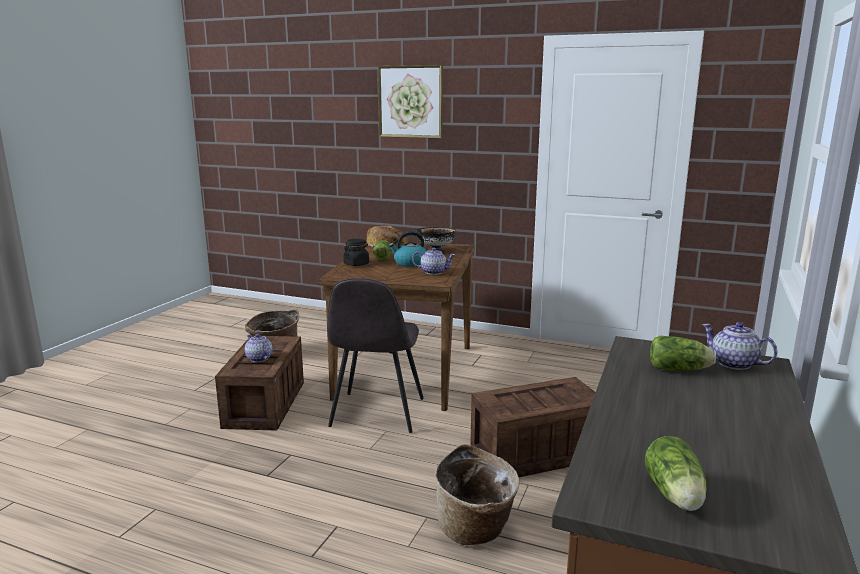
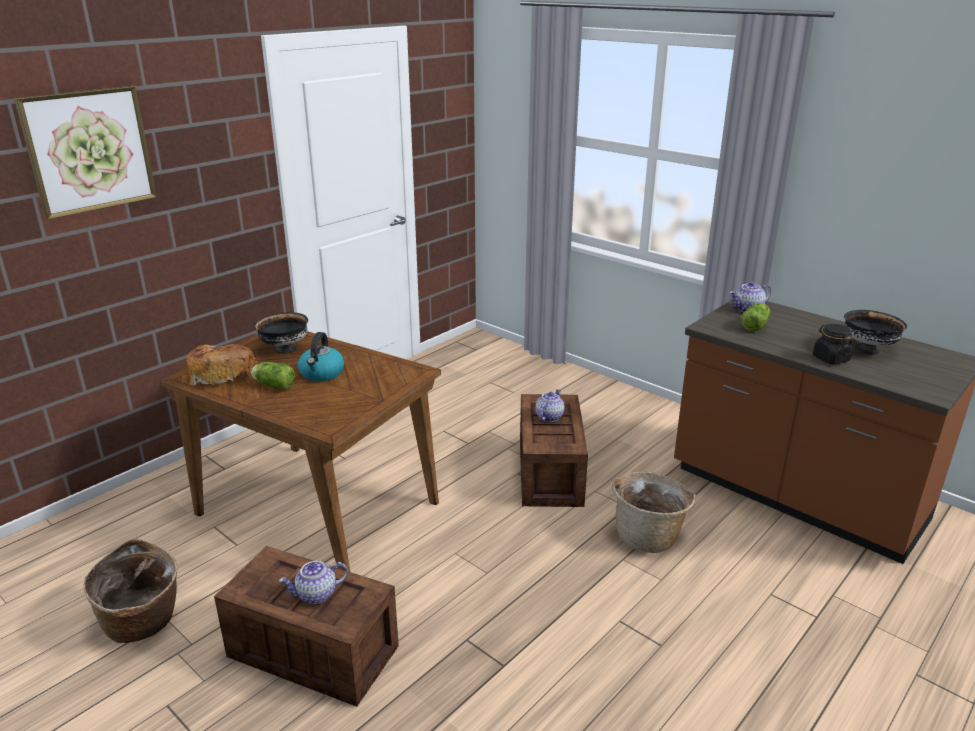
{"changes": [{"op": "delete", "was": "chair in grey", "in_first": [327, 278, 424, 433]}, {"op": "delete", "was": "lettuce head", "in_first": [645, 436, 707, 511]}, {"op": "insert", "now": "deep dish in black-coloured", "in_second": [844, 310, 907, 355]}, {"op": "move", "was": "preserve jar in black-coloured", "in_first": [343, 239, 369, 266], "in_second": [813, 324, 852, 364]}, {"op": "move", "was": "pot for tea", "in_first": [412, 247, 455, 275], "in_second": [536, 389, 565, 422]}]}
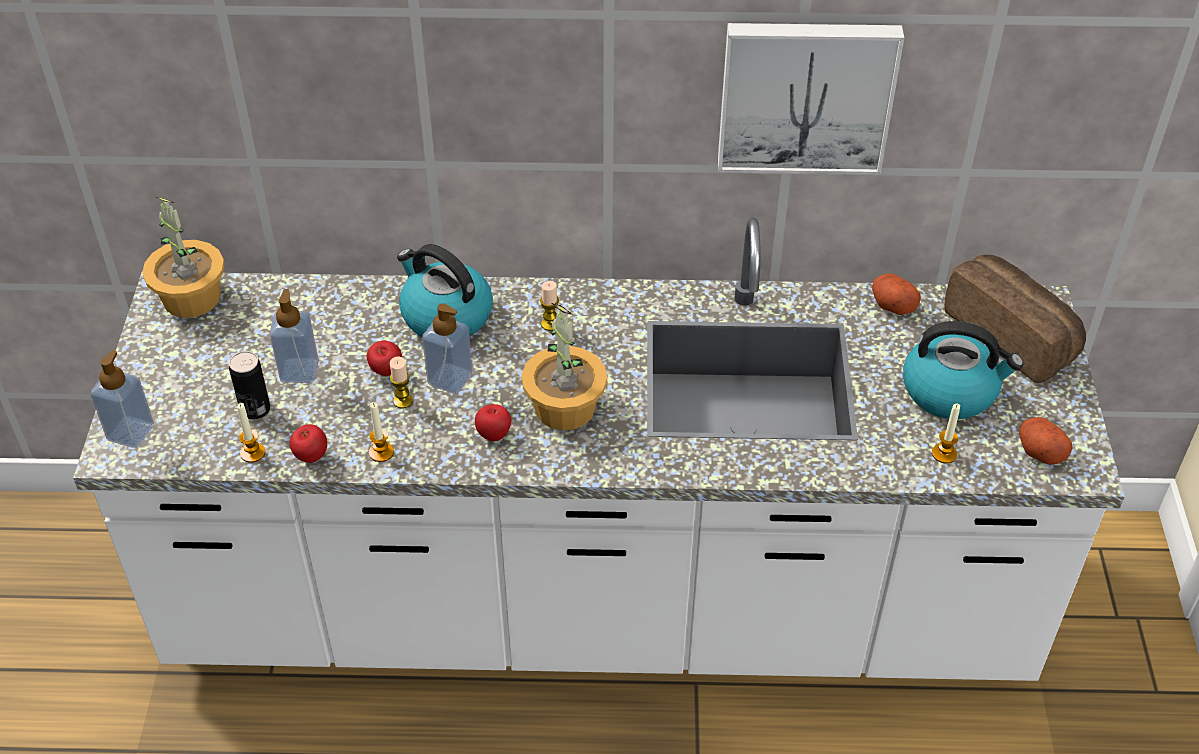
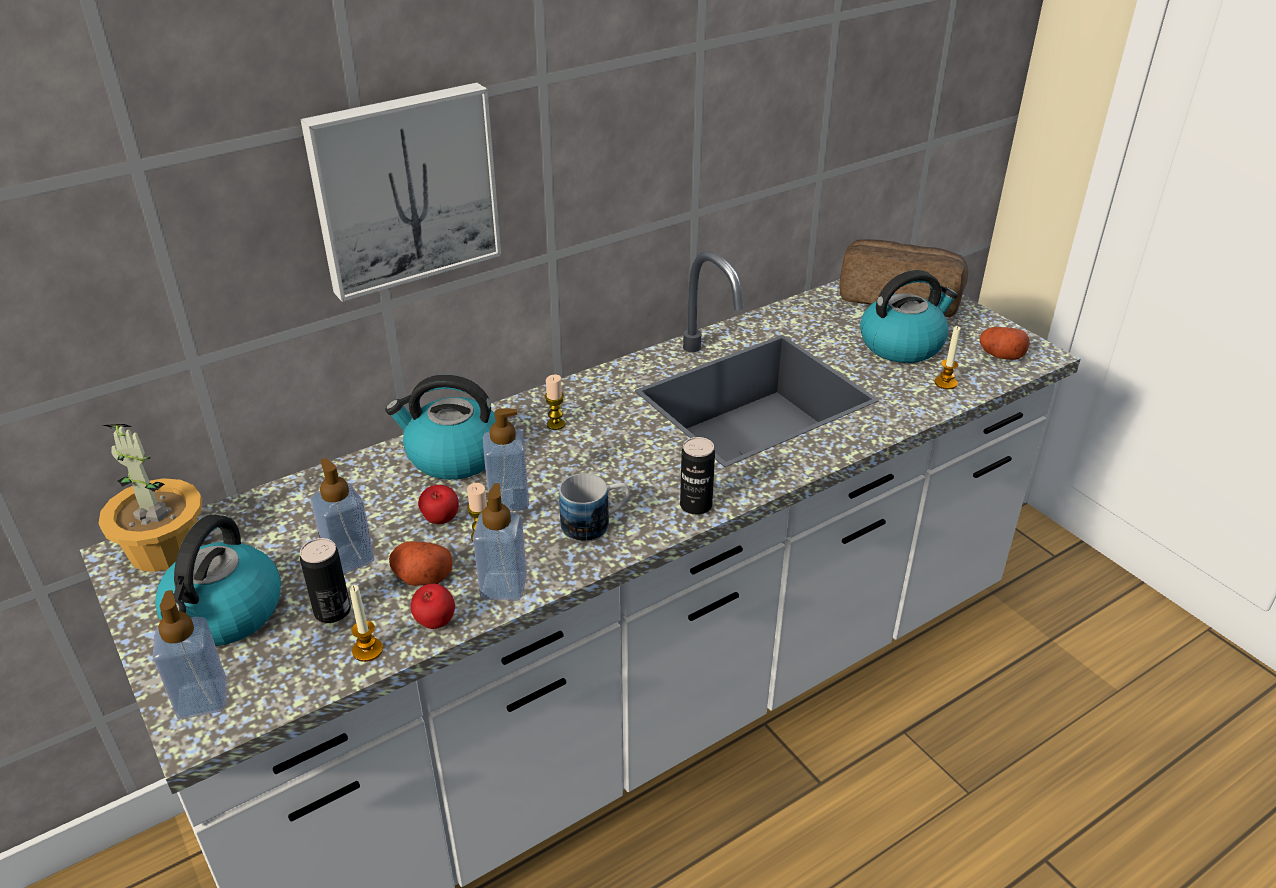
{"changes": [{"op": "delete", "was": "houseplant", "in_first": [522, 303, 607, 431]}, {"op": "insert", "now": "water kettle", "in_second": [155, 515, 281, 646]}, {"op": "insert", "now": "sealed can", "in_second": [680, 437, 715, 515]}, {"op": "move", "was": "picture", "in_first": [718, 23, 904, 175], "in_second": [300, 83, 501, 302]}, {"op": "move", "was": "potato", "in_first": [872, 273, 921, 315], "in_second": [389, 541, 452, 586]}, {"op": "replace", "was": "candle", "now": "soap dispenser", "in_first": [369, 402, 394, 462], "in_second": [473, 483, 527, 601]}, {"op": "replace", "was": "apple", "now": "tea mug", "in_first": [475, 404, 511, 441], "in_second": [559, 473, 630, 542]}]}
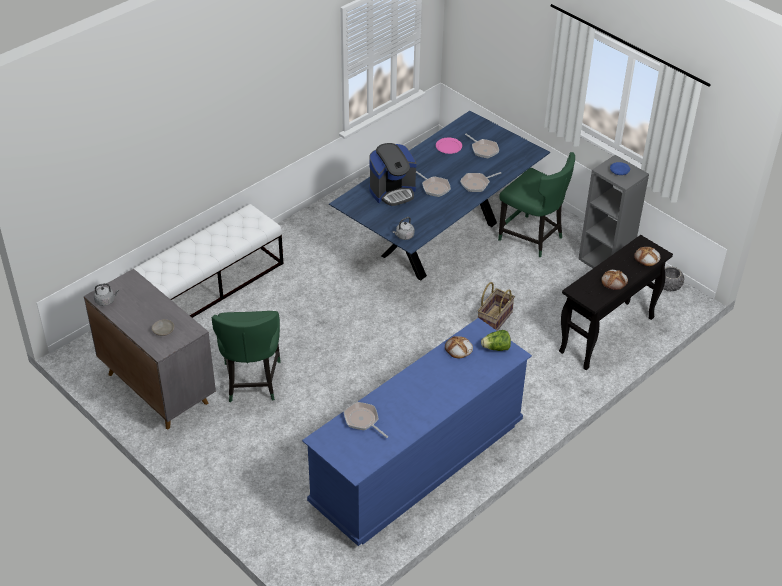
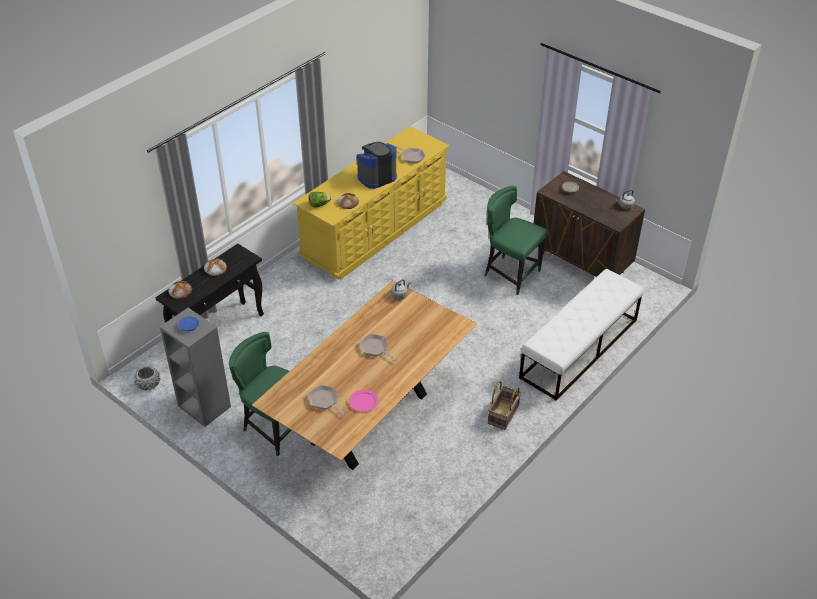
{"changes": [{"op": "delete", "was": "skillet", "in_first": [460, 172, 501, 192]}, {"op": "move", "was": "coffee brewer", "in_first": [369, 143, 417, 206], "in_second": [357, 142, 397, 189]}, {"op": "move", "was": "household basket", "in_first": [478, 282, 515, 331], "in_second": [488, 381, 521, 430]}, {"op": "recolor", "was": "cupboard in grey", "now": "cupboard in brown-coloured", "in_first": [84, 269, 216, 429], "in_second": [534, 171, 645, 277]}, {"op": "recolor", "was": "dresser in bluish", "now": "dresser in yellow-coloured", "in_first": [302, 318, 532, 546], "in_second": [293, 126, 449, 279]}, {"op": "recolor", "was": "dining table in bluish", "now": "dining table in brown-coloured", "in_first": [329, 111, 550, 280], "in_second": [252, 281, 477, 470]}, {"op": "rotate", "was": "chair in greenish", "in_first": [212, 311, 281, 402], "in_second": [484, 186, 548, 295], "clockwise": -45}]}
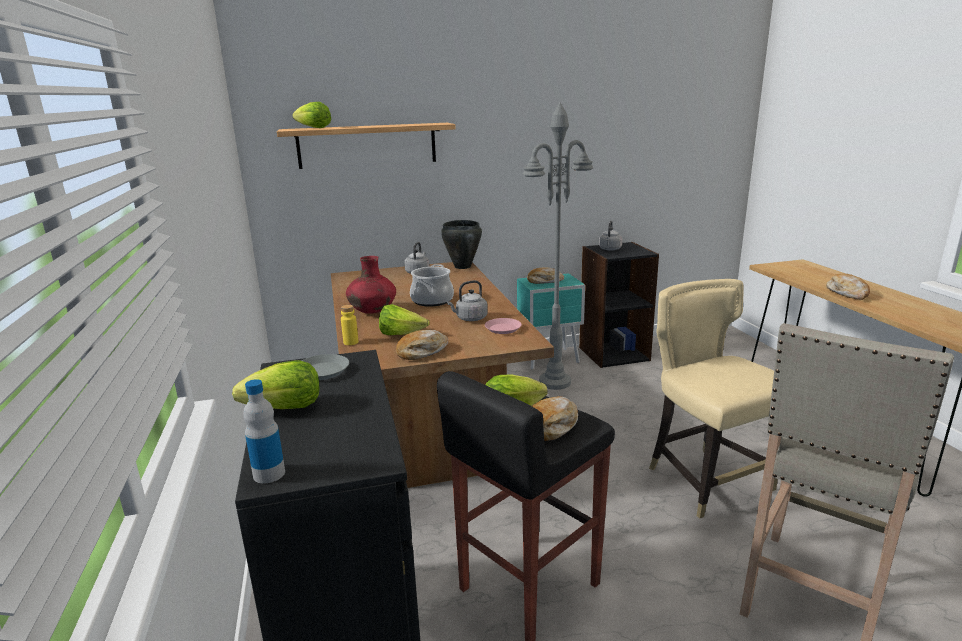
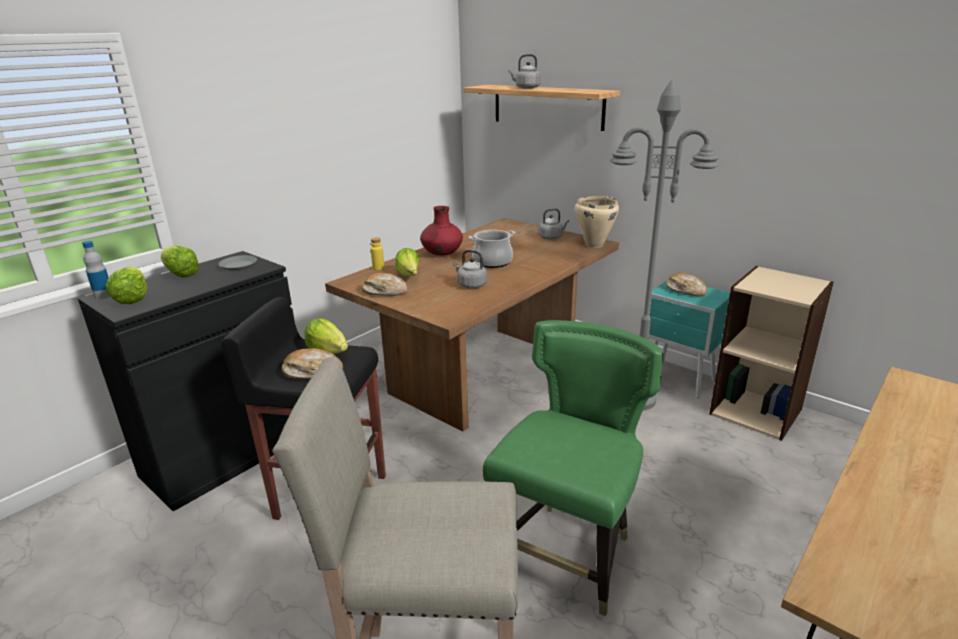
{"changes": [{"op": "delete", "was": "flat dish in pink", "in_first": [485, 318, 522, 334]}, {"op": "delete", "was": "bakery bread", "in_first": [826, 274, 870, 300]}, {"op": "move", "was": "lettuce head", "in_first": [292, 102, 331, 128], "in_second": [106, 267, 147, 304]}, {"op": "move", "was": "water kettle in grey", "in_first": [599, 221, 622, 251], "in_second": [508, 54, 541, 89]}, {"op": "recolor", "was": "saucepot in black-coloured", "now": "saucepot in beige-coloured", "in_first": [441, 220, 482, 269], "in_second": [575, 196, 619, 248]}, {"op": "recolor", "was": "bookcase in black-coloured", "now": "bookcase in beige-coloured", "in_first": [579, 242, 659, 368], "in_second": [709, 266, 834, 441]}, {"op": "recolor", "was": "chair in beige-coloured", "now": "chair in greenish", "in_first": [649, 279, 778, 519], "in_second": [483, 320, 663, 617]}]}
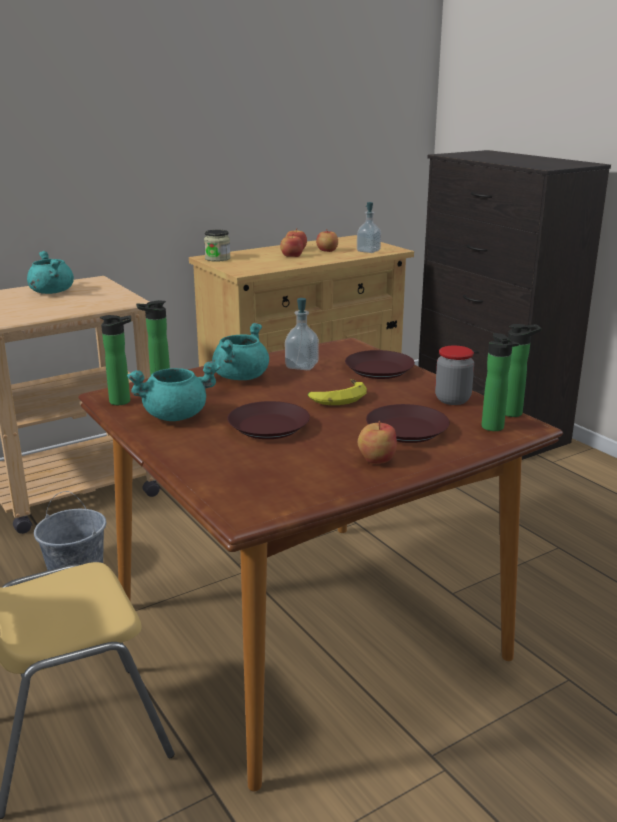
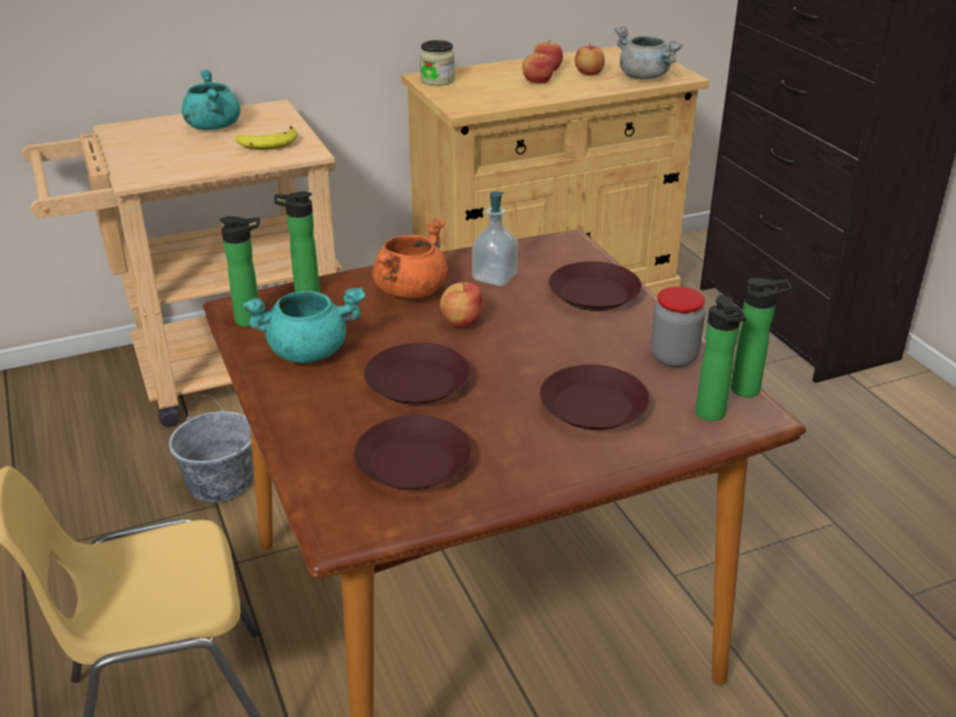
{"changes": [{"op": "insert", "now": "flat dish in brown-coloured", "in_second": [354, 415, 472, 490]}, {"op": "move", "was": "banana", "in_first": [308, 379, 367, 405], "in_second": [236, 126, 298, 150]}, {"op": "move", "was": "apple", "in_first": [358, 421, 397, 464], "in_second": [440, 282, 484, 327]}, {"op": "replace", "was": "soap dispenser", "now": "saucepot in grey", "in_first": [357, 202, 381, 253], "in_second": [615, 26, 683, 79]}, {"op": "recolor", "was": "saucepot in turquoise-coloured", "now": "saucepot in orangey", "in_first": [212, 323, 269, 380], "in_second": [372, 218, 447, 299]}]}
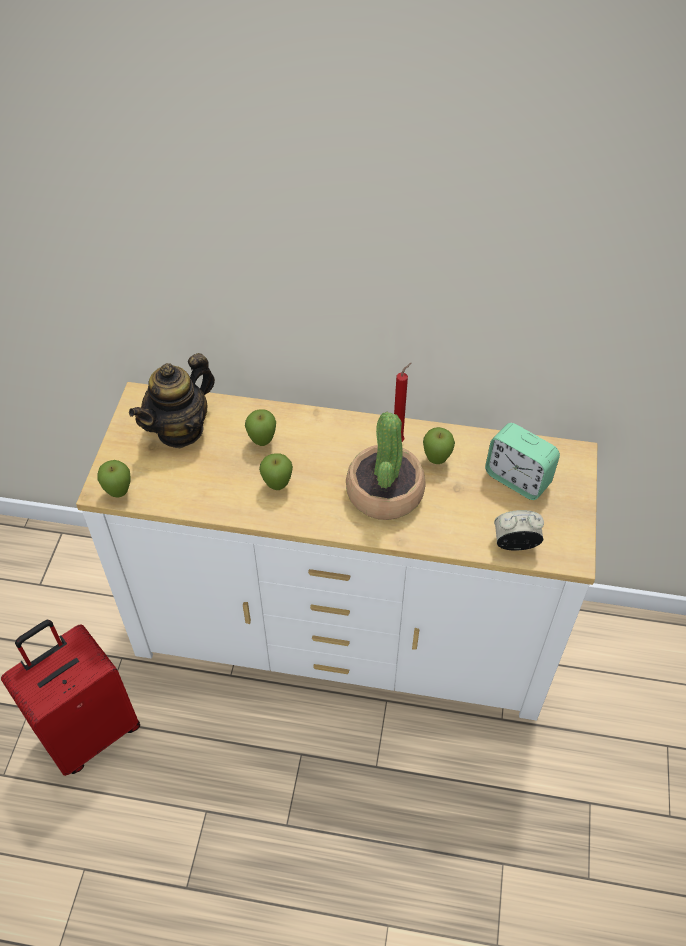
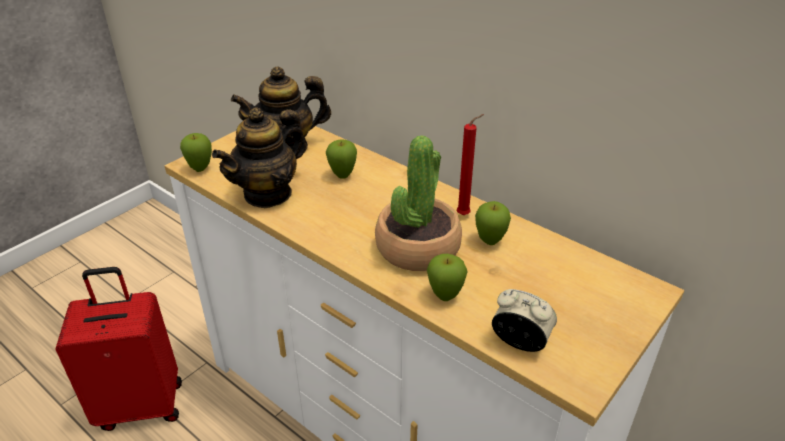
{"changes": [{"op": "delete", "was": "table clock", "in_first": [485, 423, 560, 500]}, {"op": "insert", "now": "pot for tea", "in_second": [212, 107, 306, 208]}, {"op": "move", "was": "apple", "in_first": [259, 453, 293, 490], "in_second": [427, 254, 468, 301]}]}
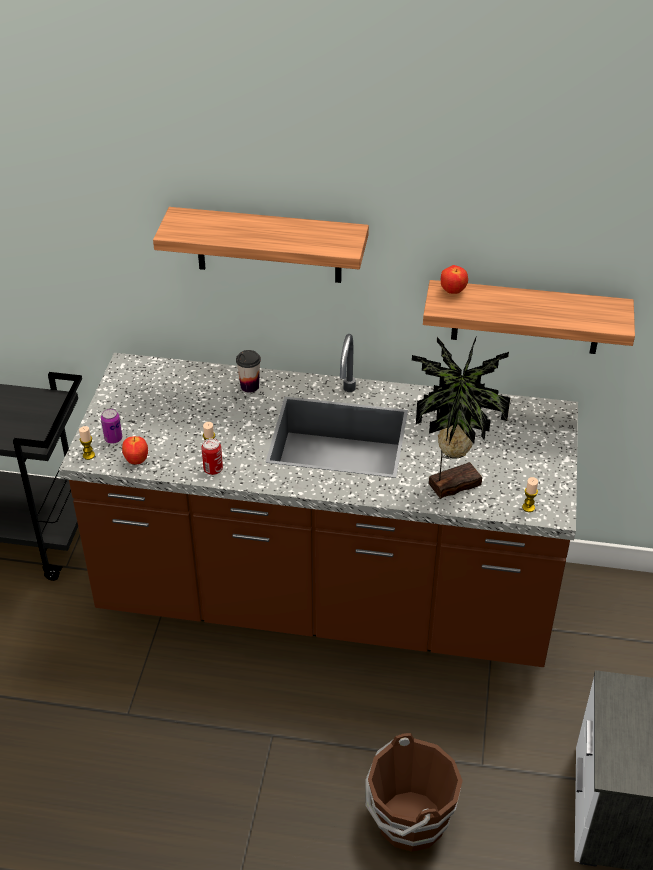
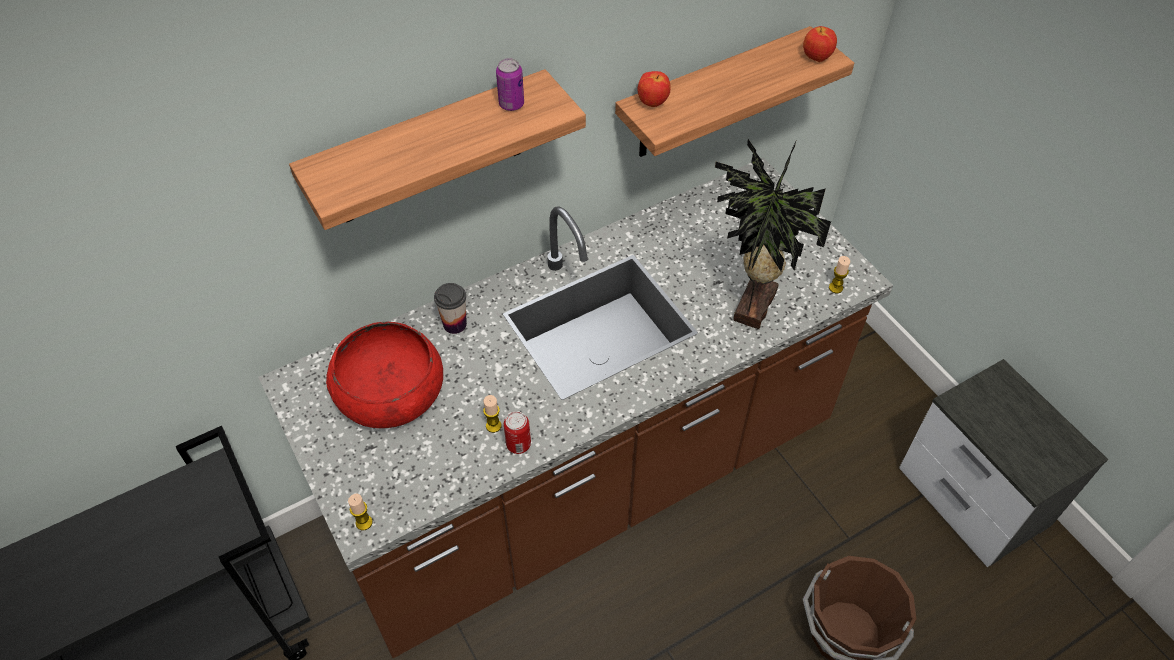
{"changes": [{"op": "insert", "now": "deep dish in red-coloured", "in_second": [326, 322, 443, 428]}, {"op": "move", "was": "sealed can", "in_first": [101, 408, 122, 444], "in_second": [496, 58, 524, 111]}, {"op": "move", "was": "apple", "in_first": [122, 436, 148, 464], "in_second": [803, 26, 837, 62]}]}
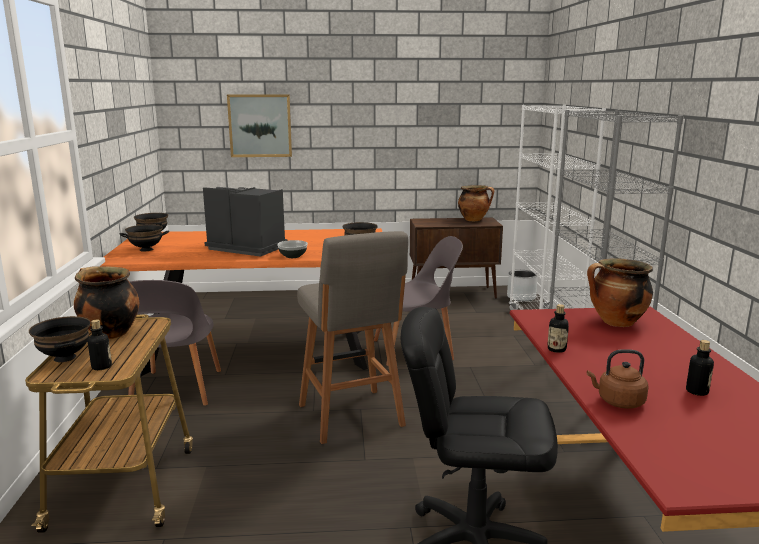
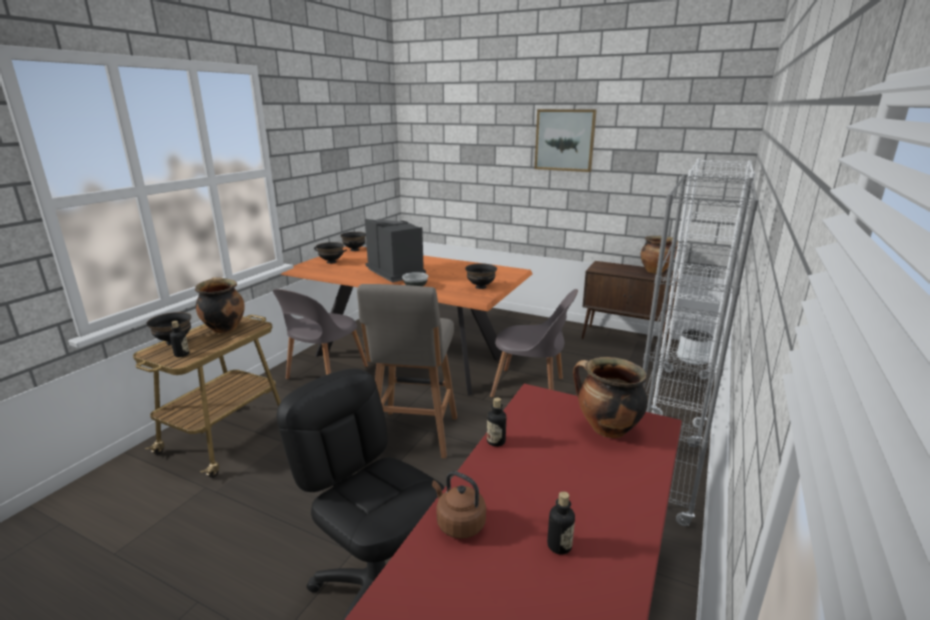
{"changes": [{"op": "move", "was": "picture", "in_first": [227, 94, 292, 157], "in_second": [535, 109, 597, 172]}]}
